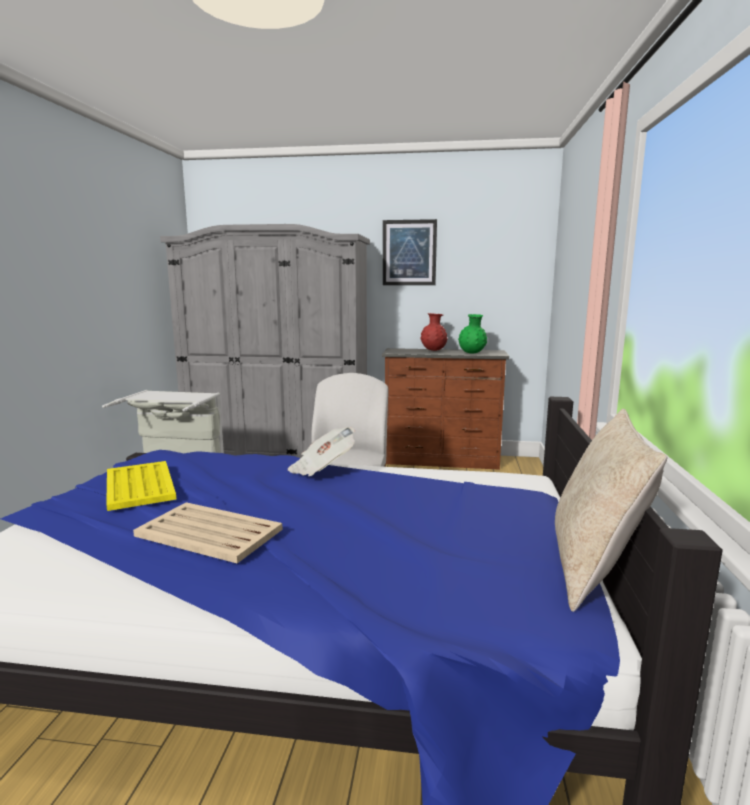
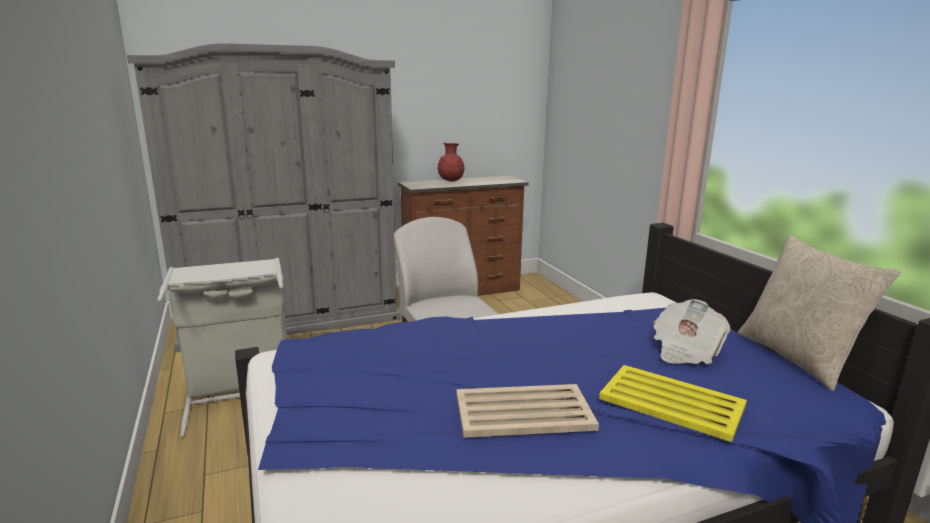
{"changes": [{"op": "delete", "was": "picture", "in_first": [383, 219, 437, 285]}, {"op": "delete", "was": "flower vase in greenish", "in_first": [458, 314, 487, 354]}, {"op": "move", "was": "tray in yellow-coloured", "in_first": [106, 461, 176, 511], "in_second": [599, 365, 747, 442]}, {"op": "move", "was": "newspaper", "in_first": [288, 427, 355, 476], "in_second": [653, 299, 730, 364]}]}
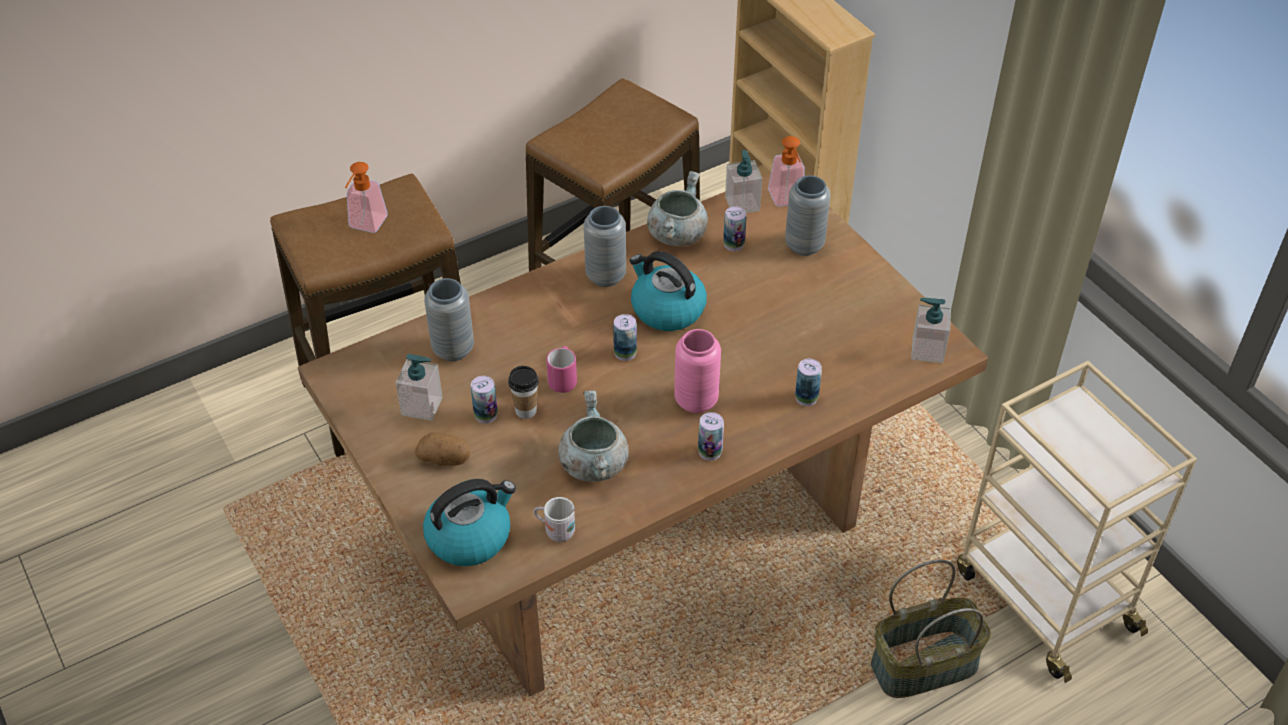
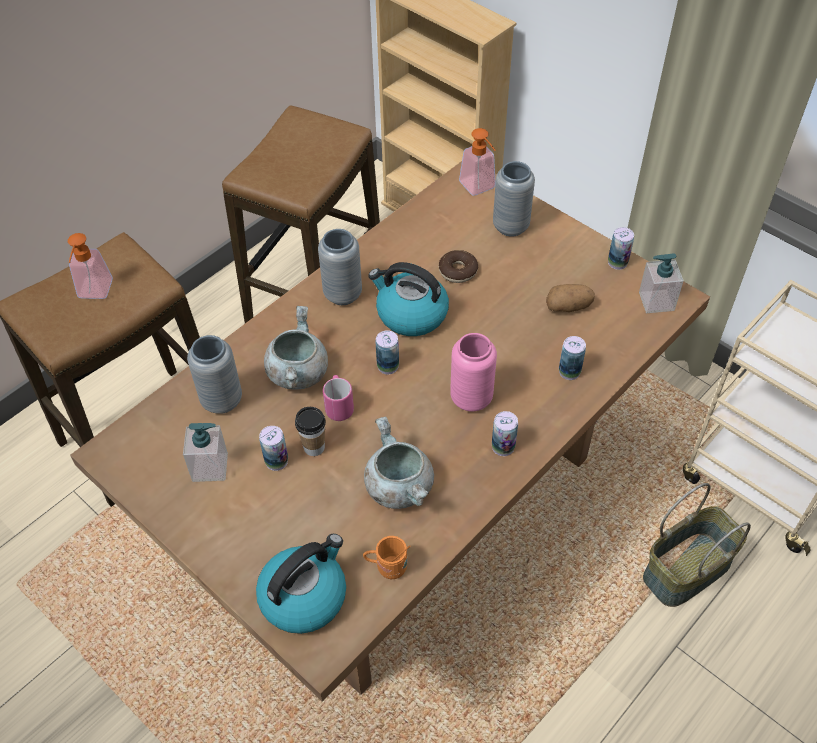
{"changes": [{"op": "delete", "was": "soap dispenser", "in_first": [725, 150, 762, 213]}, {"op": "insert", "now": "doughnut", "in_second": [439, 250, 478, 283]}, {"op": "move", "was": "potato", "in_first": [415, 432, 470, 466], "in_second": [546, 284, 595, 312]}, {"op": "move", "was": "saucepot in grey", "in_first": [647, 171, 708, 246], "in_second": [264, 306, 328, 390]}, {"op": "move", "was": "sealed can", "in_first": [723, 206, 747, 251], "in_second": [608, 227, 634, 270]}, {"op": "recolor", "was": "tea mug in white-coloured", "now": "tea mug in orangey", "in_first": [534, 497, 576, 542], "in_second": [363, 536, 410, 579]}]}
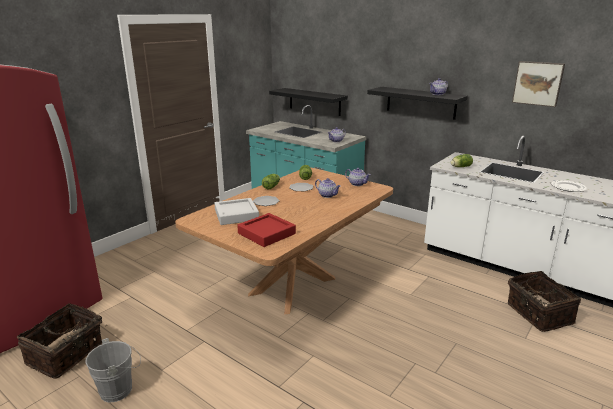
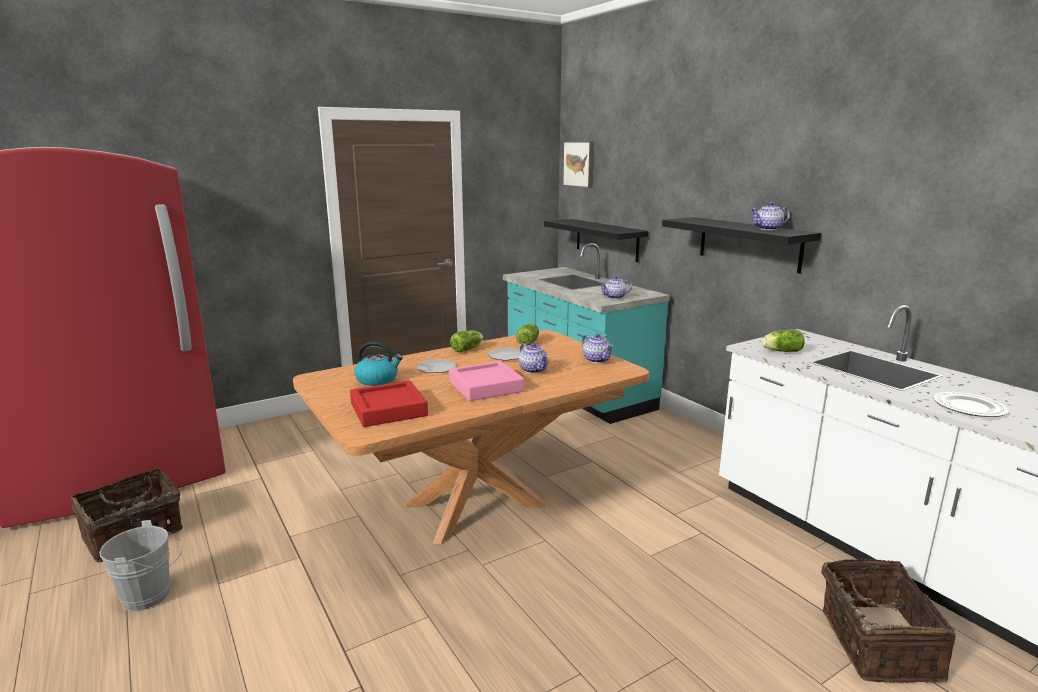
{"changes": [{"op": "insert", "now": "tray in pink", "in_second": [449, 361, 524, 401]}, {"op": "move", "was": "picture", "in_first": [512, 61, 565, 107], "in_second": [562, 141, 594, 188]}, {"op": "replace", "was": "tray in grey", "now": "water kettle", "in_first": [214, 198, 259, 225], "in_second": [354, 341, 403, 386]}]}
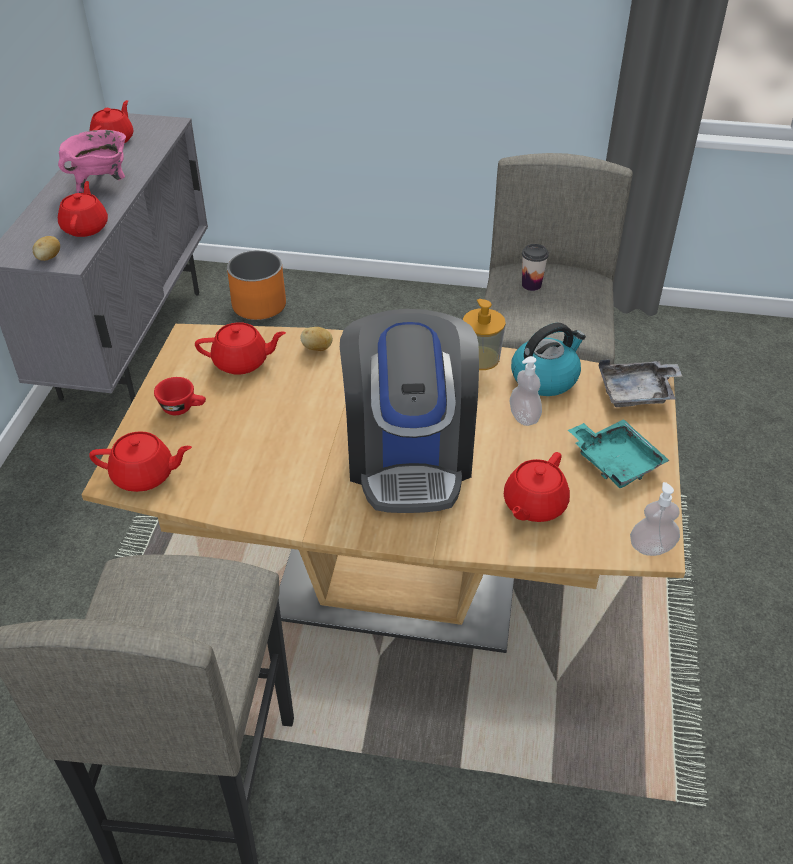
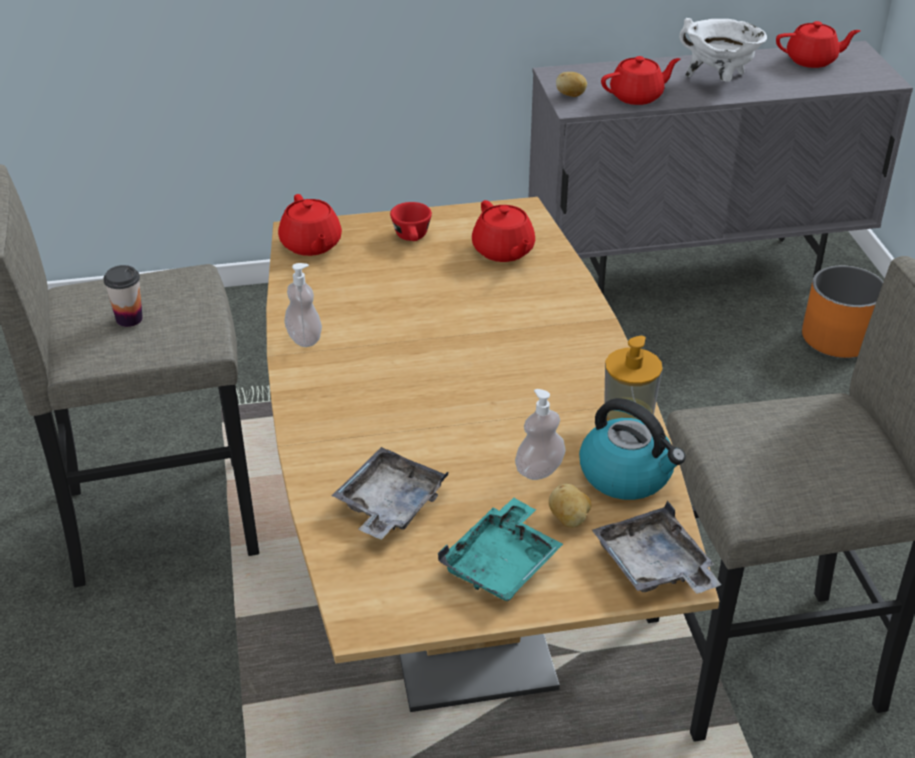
{"changes": [{"op": "delete", "was": "coffee brewer", "in_first": [340, 309, 479, 513]}, {"op": "move", "was": "potato", "in_first": [300, 327, 333, 351], "in_second": [549, 484, 591, 528]}, {"op": "move", "was": "drinking cup", "in_first": [522, 244, 549, 291], "in_second": [103, 265, 143, 327]}, {"op": "move", "was": "soap dispenser", "in_first": [630, 482, 680, 556], "in_second": [284, 263, 322, 347]}, {"op": "replace", "was": "pot for tea in red-coloured", "now": "tray in grey", "in_first": [504, 452, 570, 522], "in_second": [332, 447, 449, 540]}, {"op": "recolor", "was": "saucepot in pink", "now": "saucepot in white-coloured", "in_first": [58, 130, 126, 193], "in_second": [679, 18, 767, 82]}]}
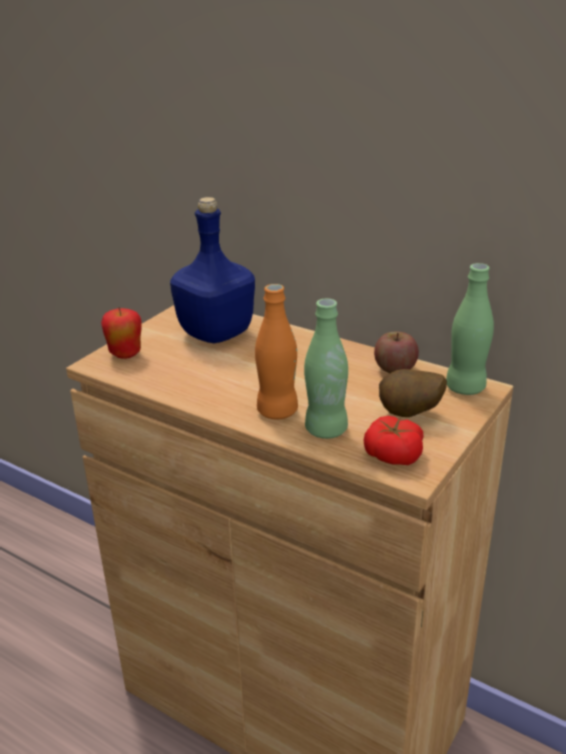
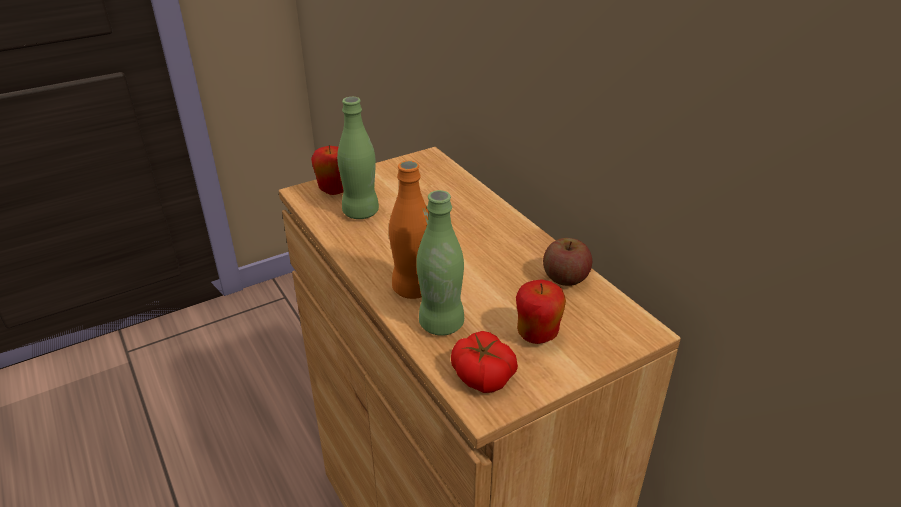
{"changes": [{"op": "delete", "was": "beverage bottle in bluish", "in_first": [170, 197, 255, 343]}, {"op": "move", "was": "beverage bottle in greenish", "in_first": [446, 263, 494, 395], "in_second": [337, 97, 379, 219]}, {"op": "replace", "was": "potato", "now": "apple", "in_first": [379, 369, 447, 417], "in_second": [516, 279, 566, 344]}]}
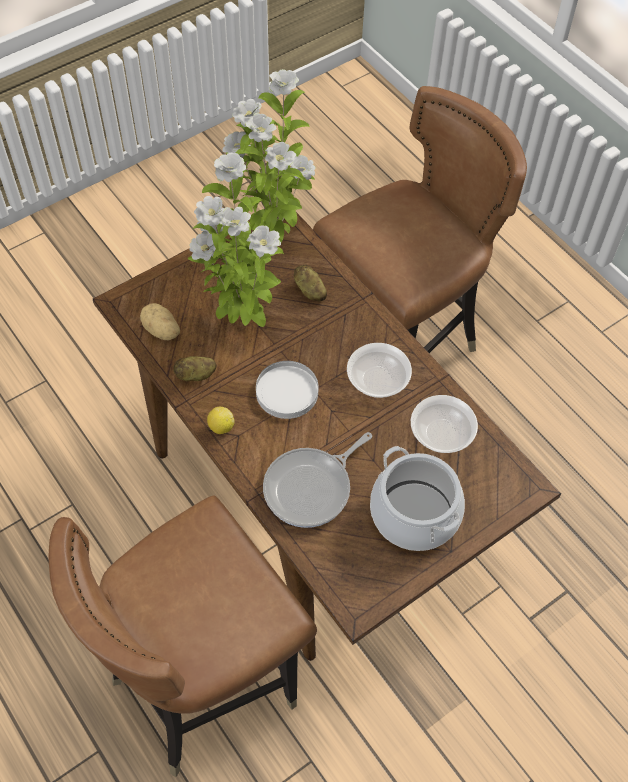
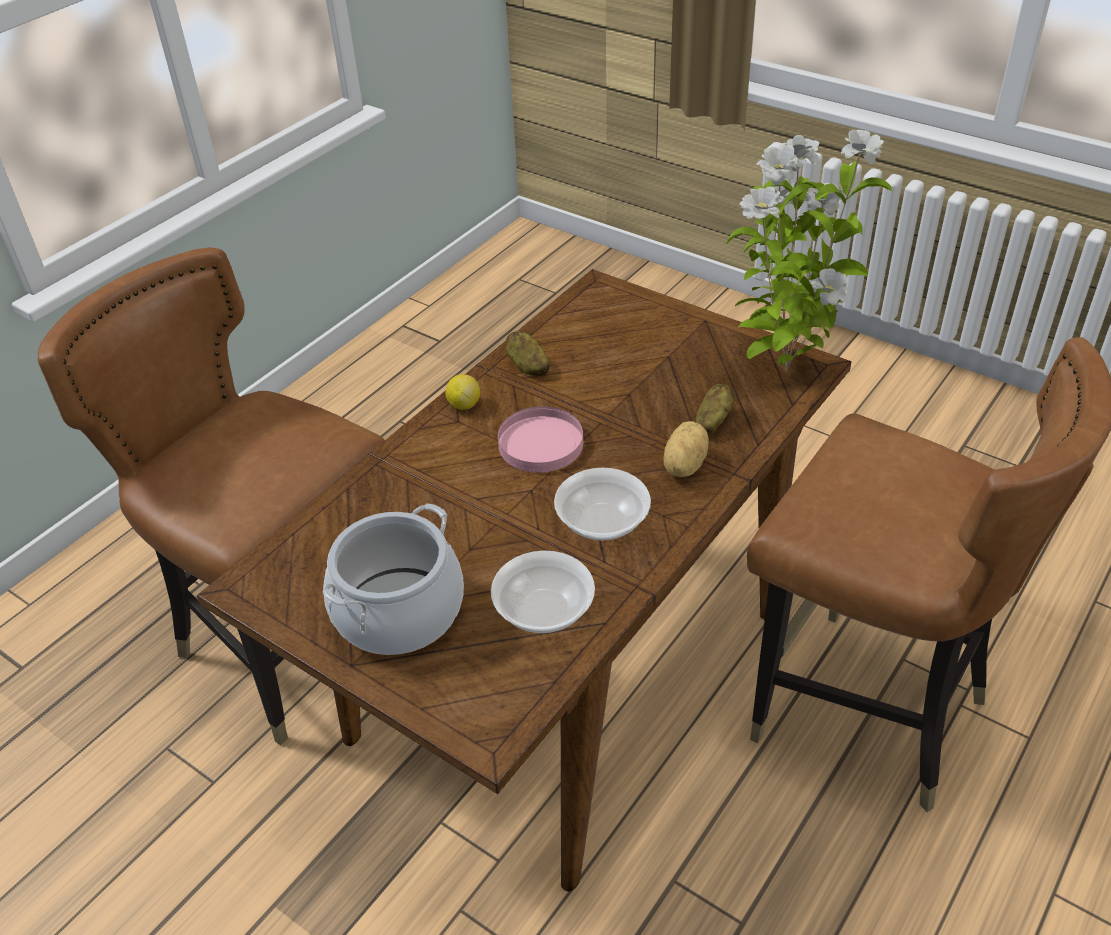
{"changes": [{"op": "delete", "was": "houseplant", "in_first": [188, 153, 284, 327]}, {"op": "delete", "was": "skillet", "in_first": [263, 432, 372, 528]}, {"op": "move", "was": "potato", "in_first": [140, 303, 180, 340], "in_second": [663, 421, 709, 477]}, {"op": "recolor", "was": "flat dish in white-coloured", "now": "flat dish in pink", "in_first": [256, 361, 319, 419], "in_second": [498, 406, 583, 473]}]}
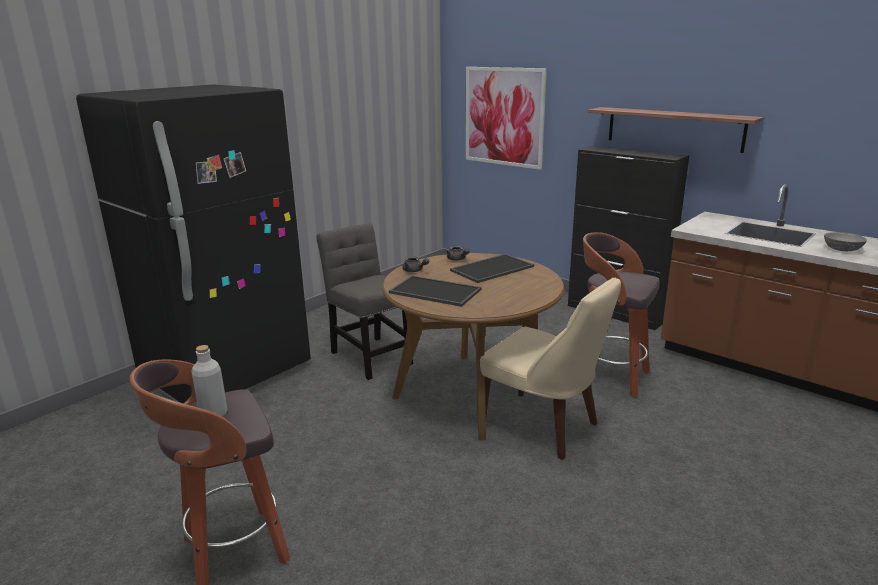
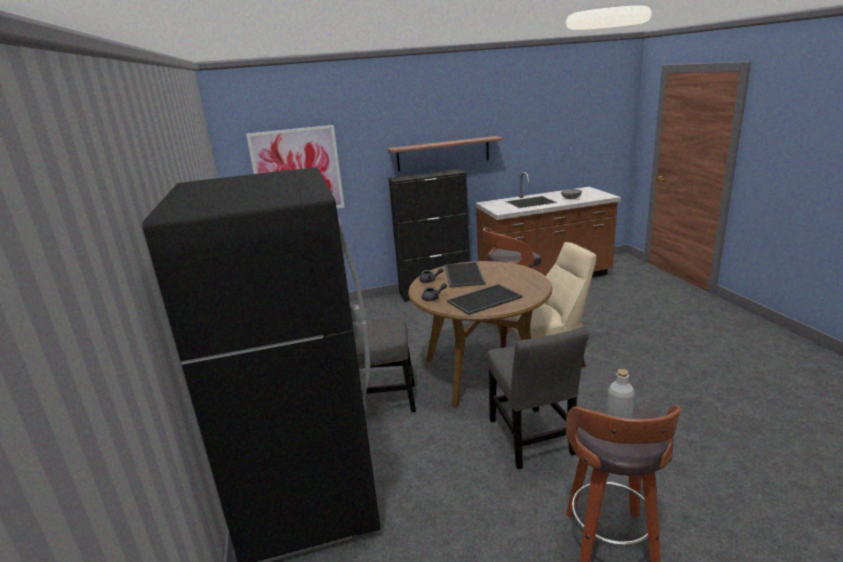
{"changes": [{"op": "insert", "now": "chair in grey", "in_second": [487, 328, 589, 470]}]}
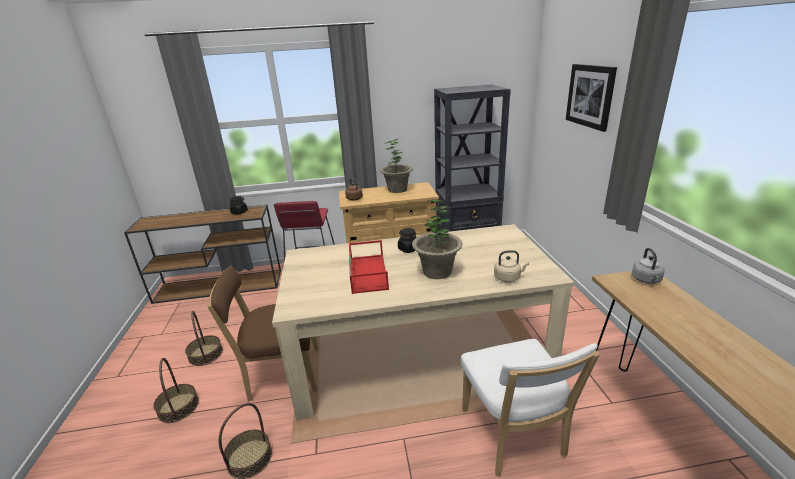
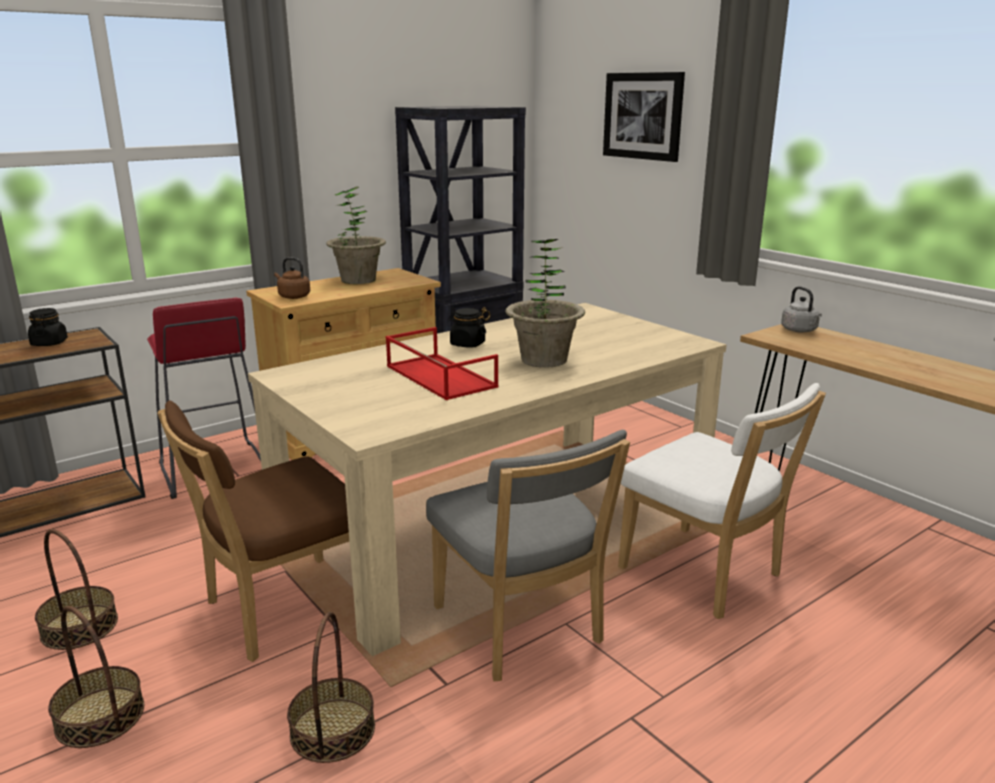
{"changes": [{"op": "delete", "was": "water kettle in beige-coloured", "in_first": [494, 250, 529, 282]}, {"op": "insert", "now": "chair in grey", "in_second": [426, 430, 630, 681]}]}
